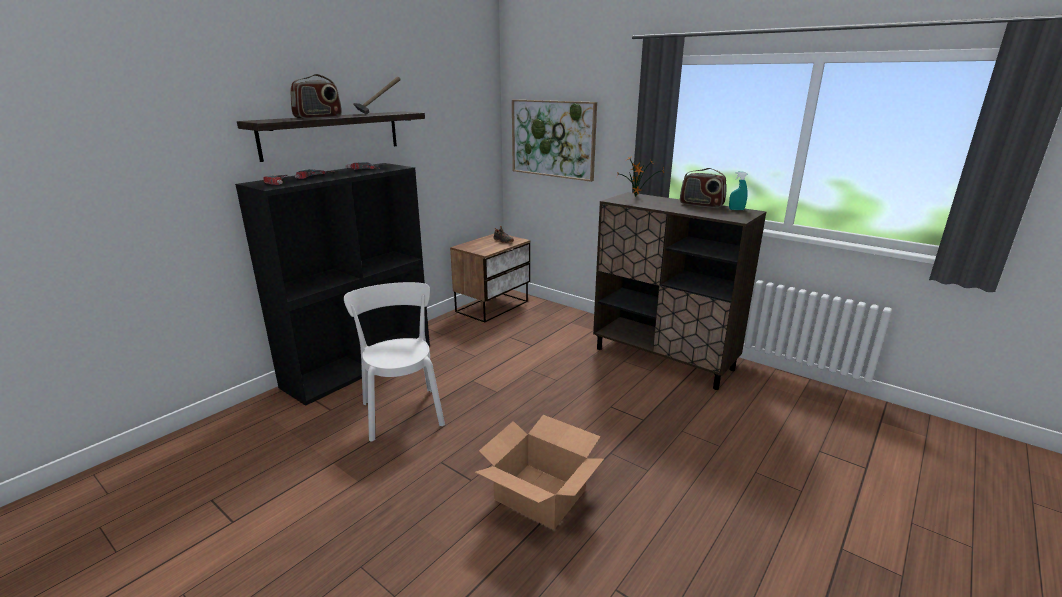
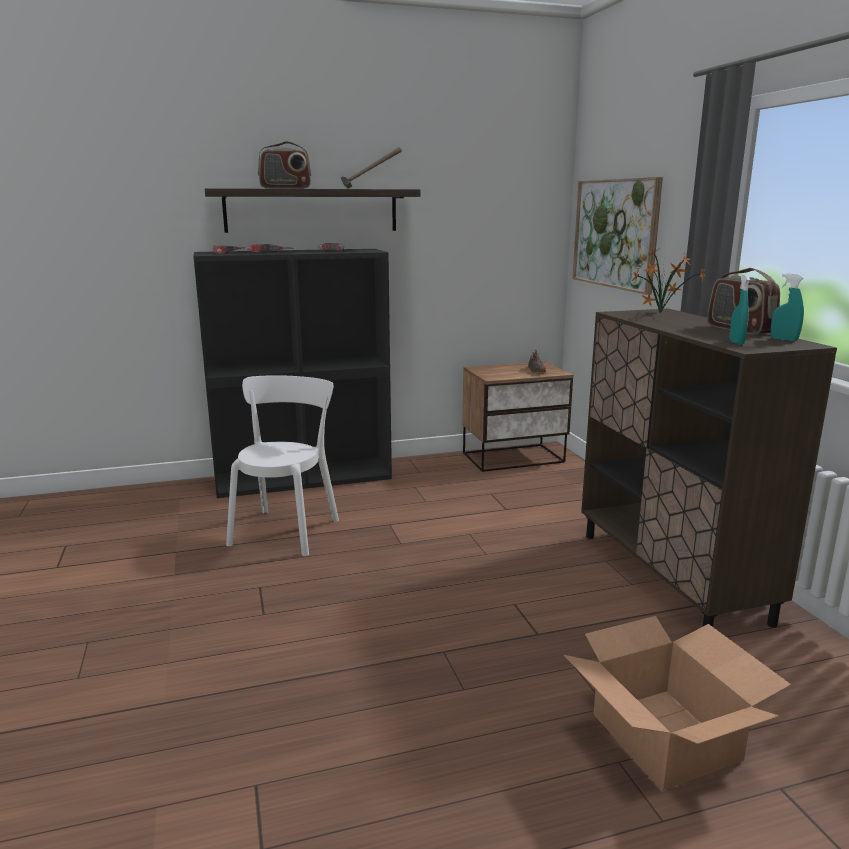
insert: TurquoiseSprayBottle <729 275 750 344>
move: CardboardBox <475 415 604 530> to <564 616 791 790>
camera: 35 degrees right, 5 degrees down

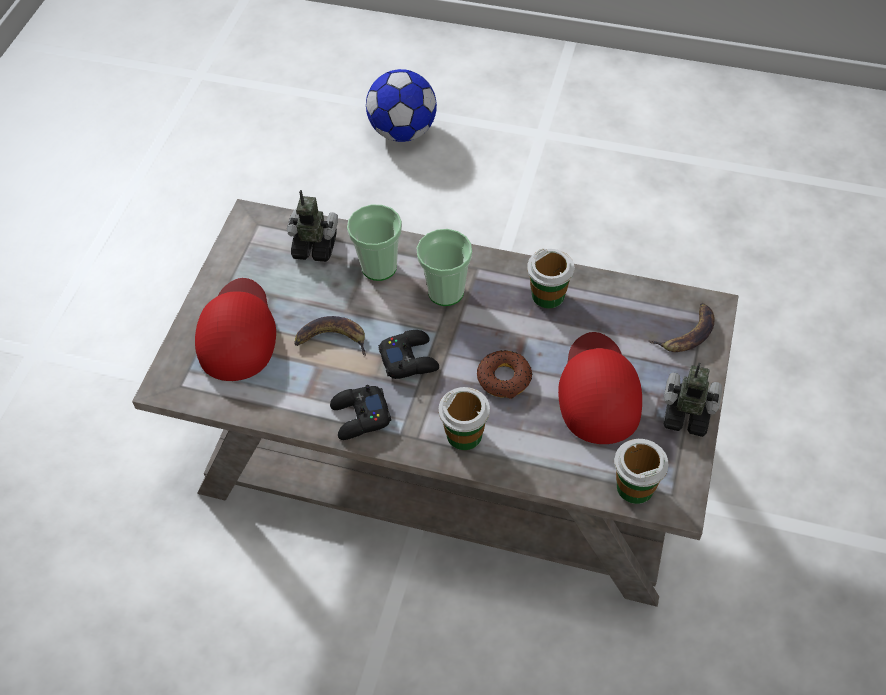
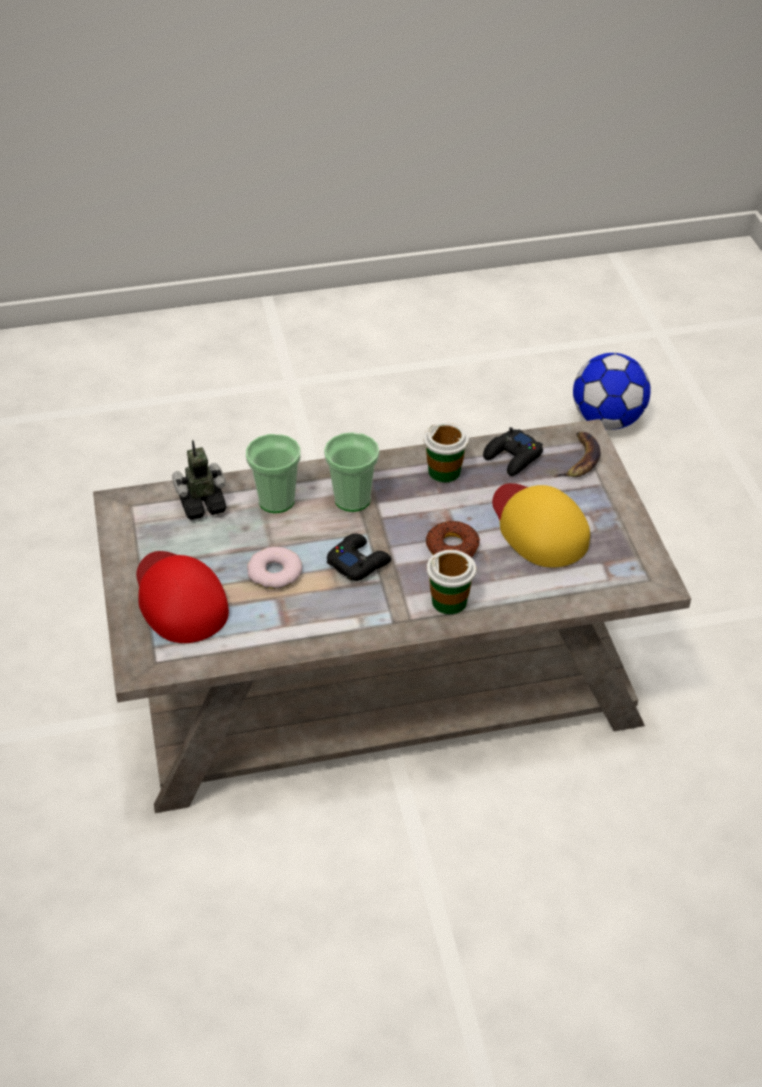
delete: Cup <614 439 668 504>; ToyRobot <663 363 722 437>
move: BlackGameController <330 385 391 440> to <483 427 543 476>; Football <366 69 437 142> to <573 353 651 430>
replace: Banana <294 316 366 356> to Donut <247 547 302 589>
recolor: RedCap <558 332 642 444> to YellowCap <492 483 590 568>
camera: 30 degrees left, 10 degrees down

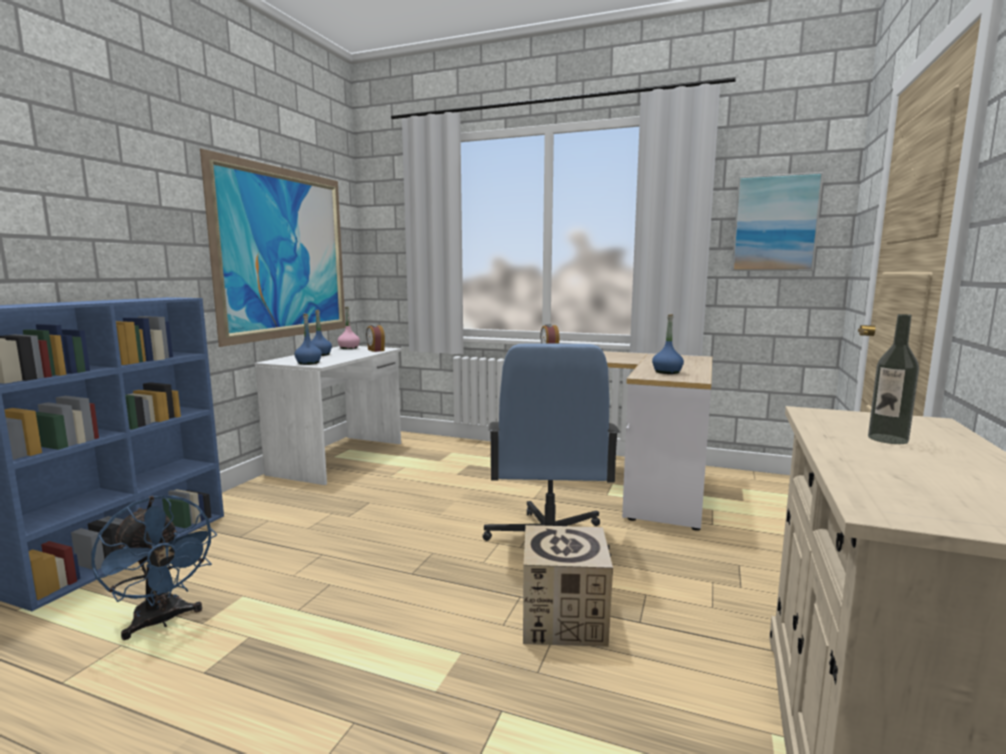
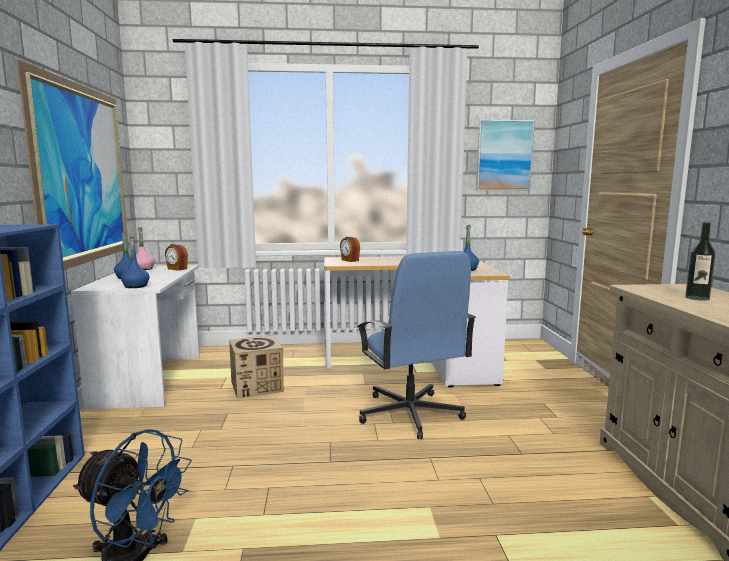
move: CardboardBox <523 525 613 647> to <229 335 284 399>
camera: 25 degrees left, 0 degrees up

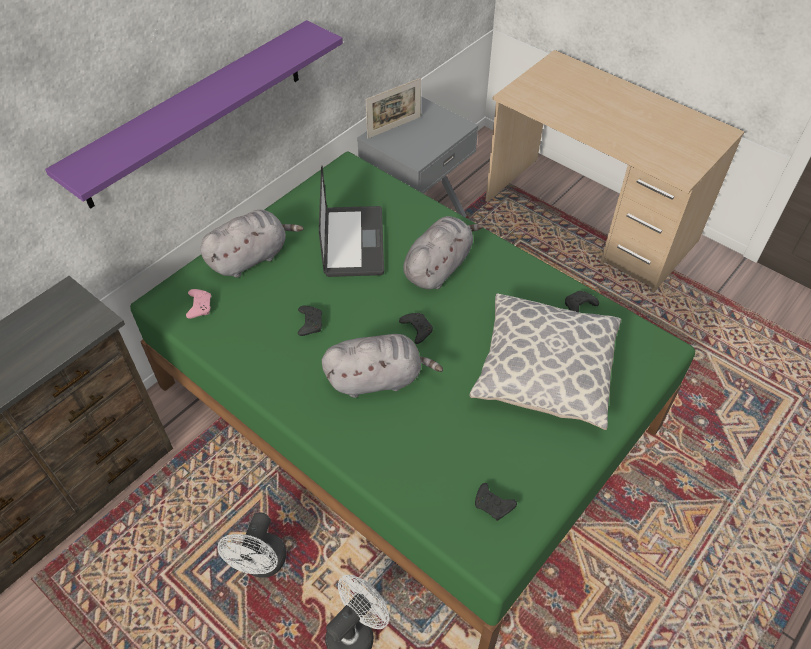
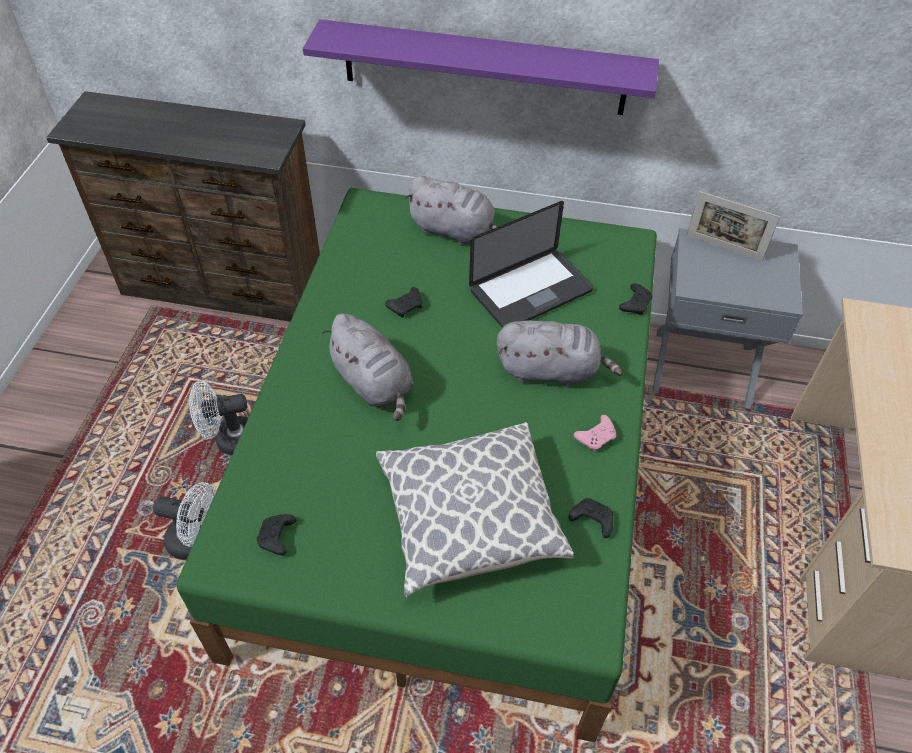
move: PinkGameController <186 289 211 319> to <574 415 616 452>; BlackGameController <399 313 433 344> to <619 283 653 315>
camera: 60 degrees right, 0 degrees up

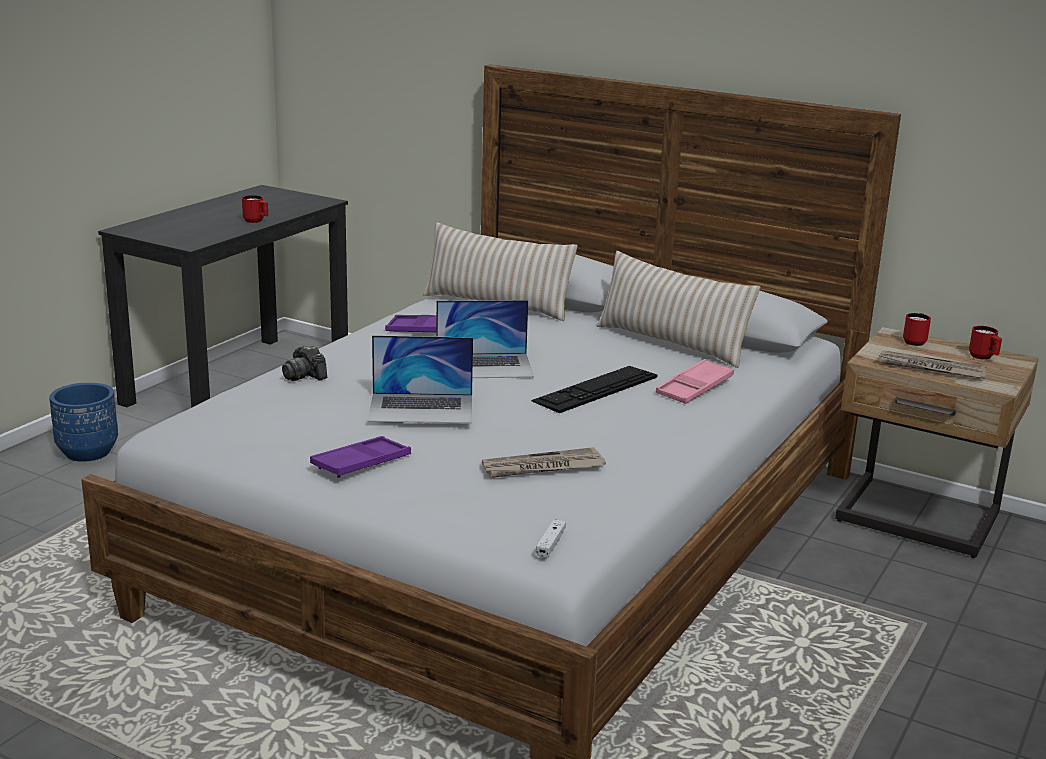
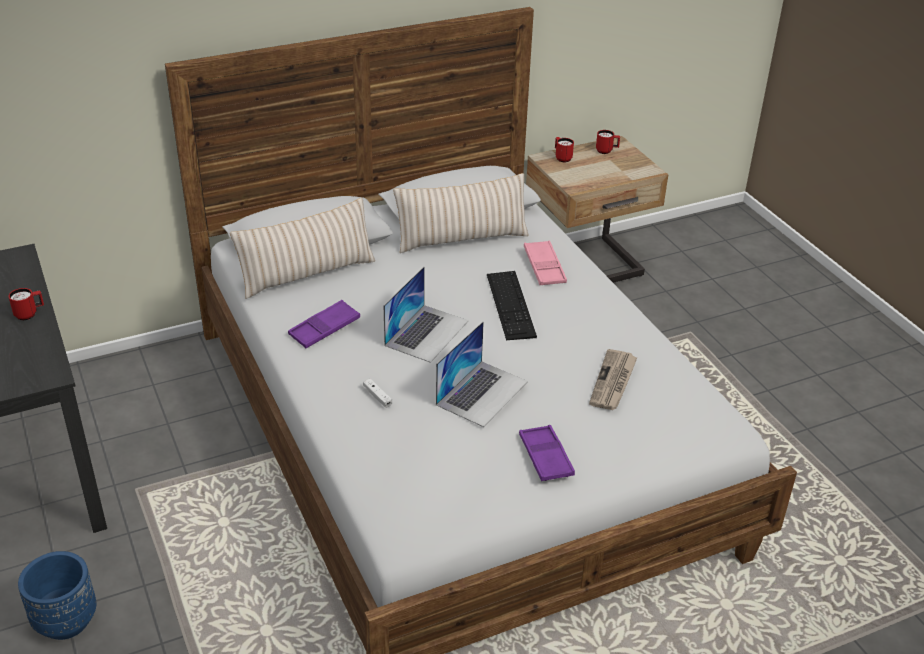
delete: PhotoCamera <282 346 327 381>; Newspaper <878 350 987 379>
move: WhiteGameController <536 519 566 558> to <363 379 392 408>
camera: 55 degrees left, 15 degrees up

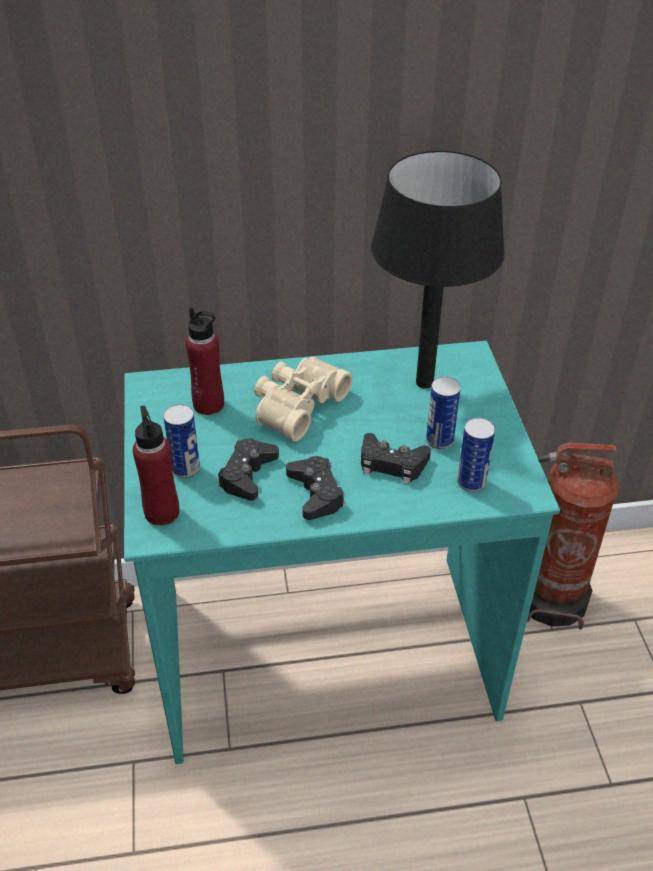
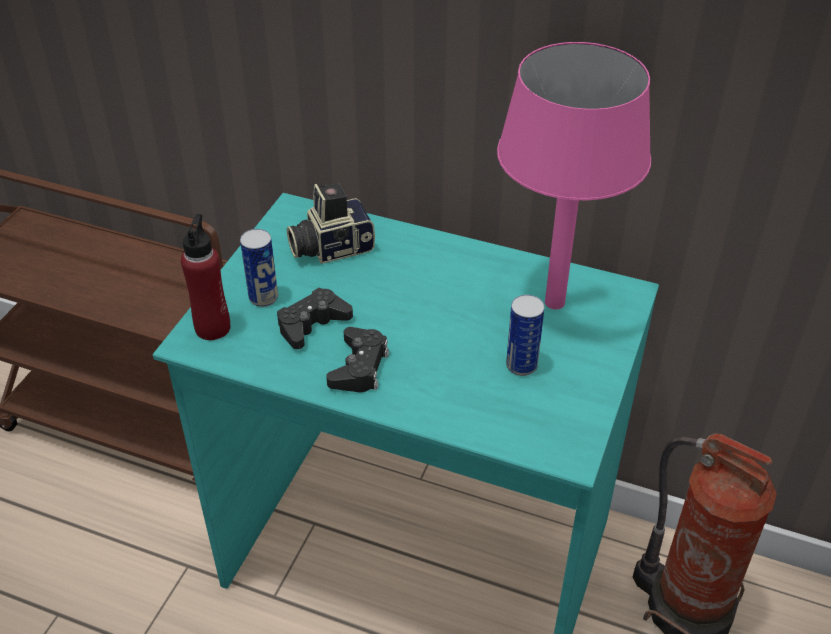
delete: BeigeBinoculars <254 356 353 441>; BlackGameController <361 433 431 484>; Can <457 418 495 492>
replace: RedBottle <186 307 224 415> to PhotoCamera <287 183 375 264>
recolor: BlackTableLamp <371 150 505 388> to PinkTableLamp <497 42 651 309>
camera: 30 degrees right, 0 degrees up

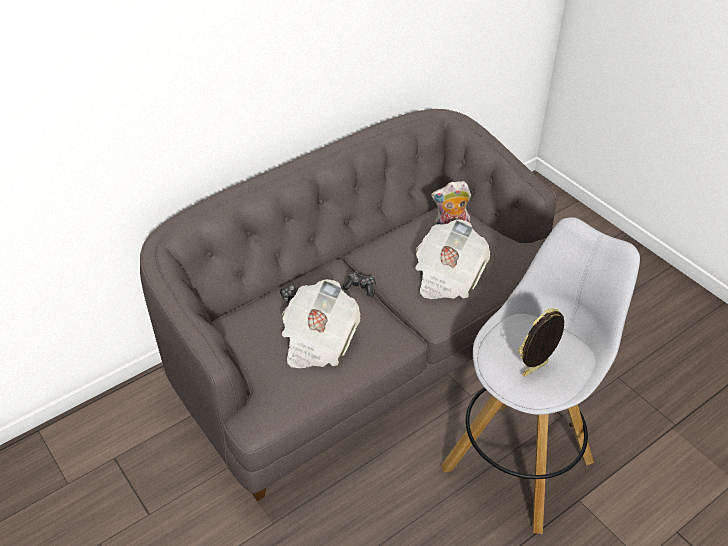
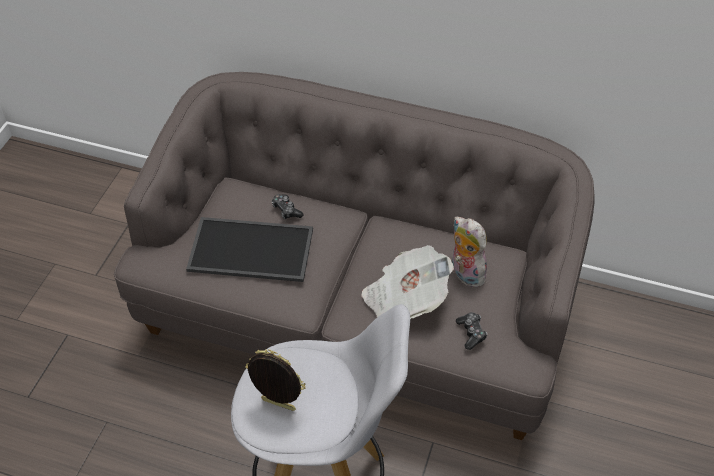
move: GameController <343 271 375 297> to <456 312 487 350>
replace: Newspaper <282 279 361 368> to Tray <186 217 313 282>
camera: 55 degrees right, 5 degrees up

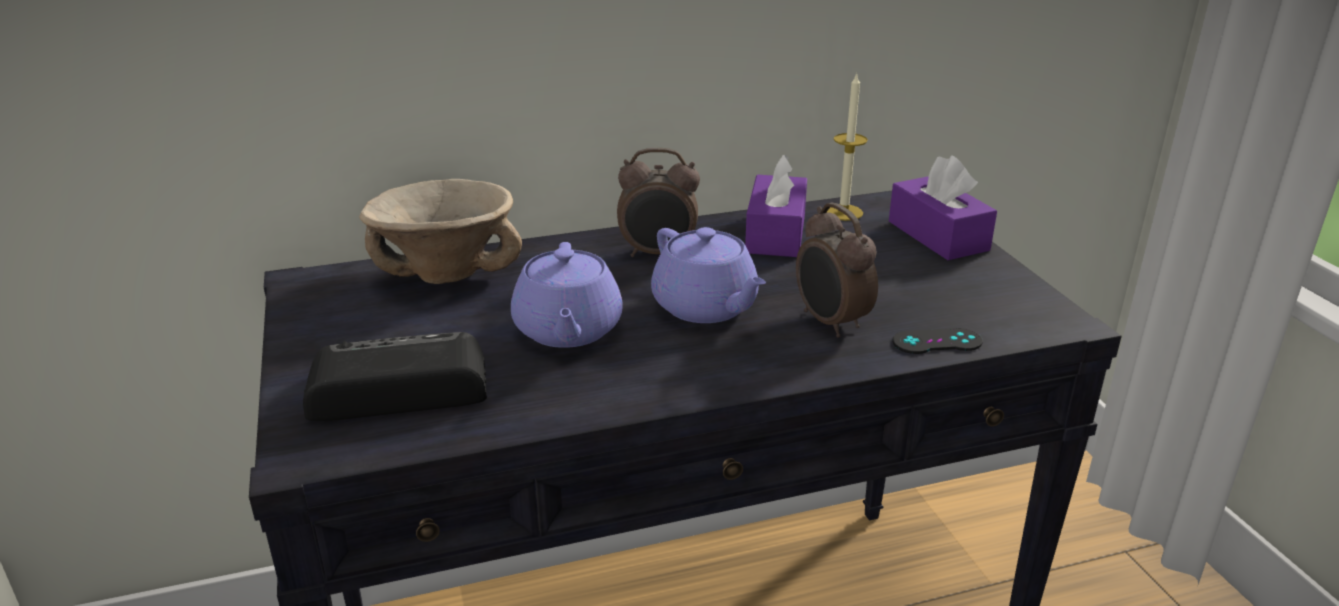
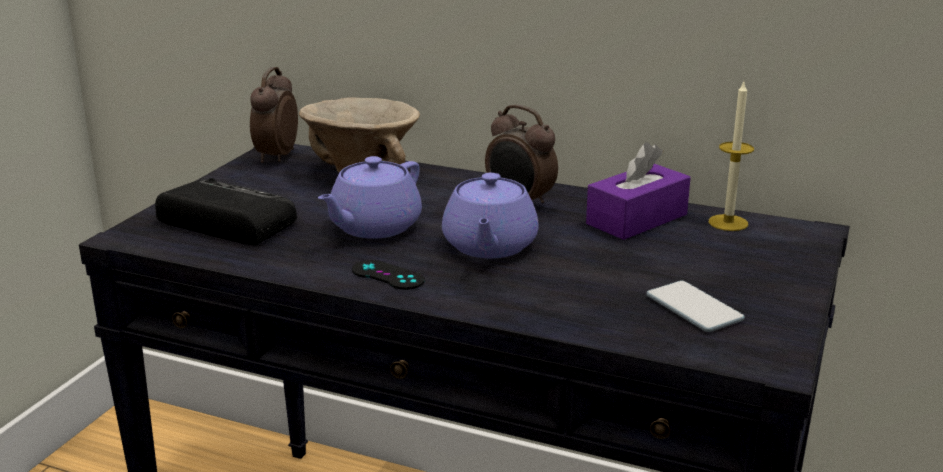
delete: PurpleTissueBox <889 156 997 260>
insert: Phone <646 281 745 332>
move: AlarmClock <796 203 878 338> to <250 67 298 163>; BlackGameController <892 328 983 354> to <352 260 425 290>
camera: 40 degrees right, 5 degrees down

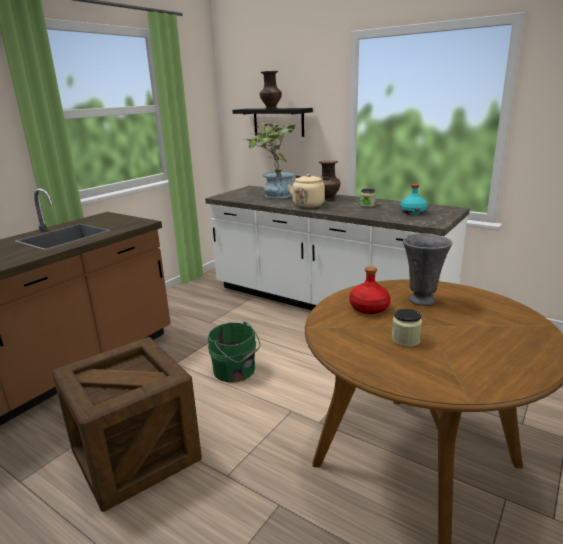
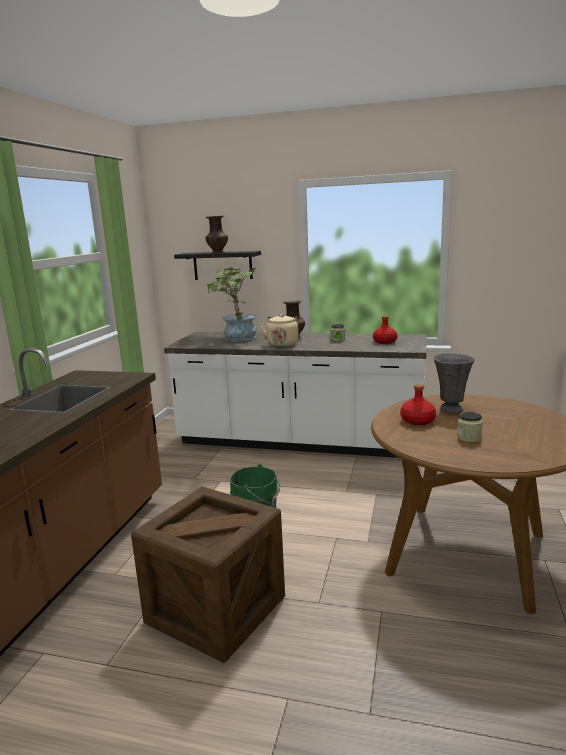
recolor: TurquoiseBottle <400 184 428 215> to RedBottle <373 316 398 344>
camera: 20 degrees left, 5 degrees down

